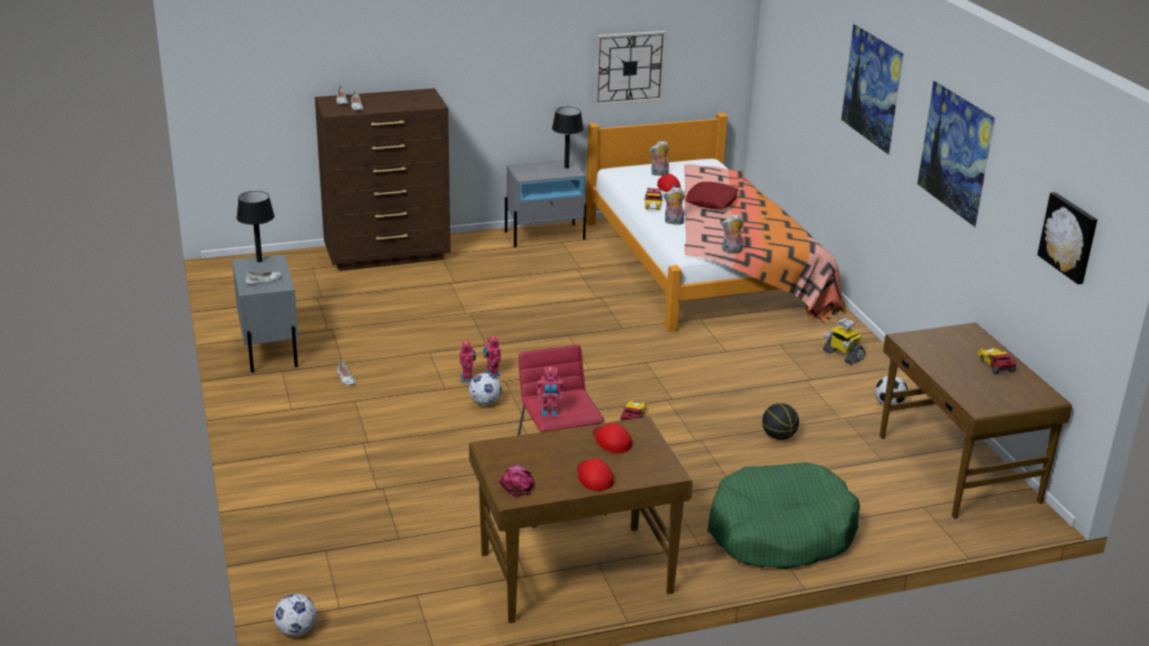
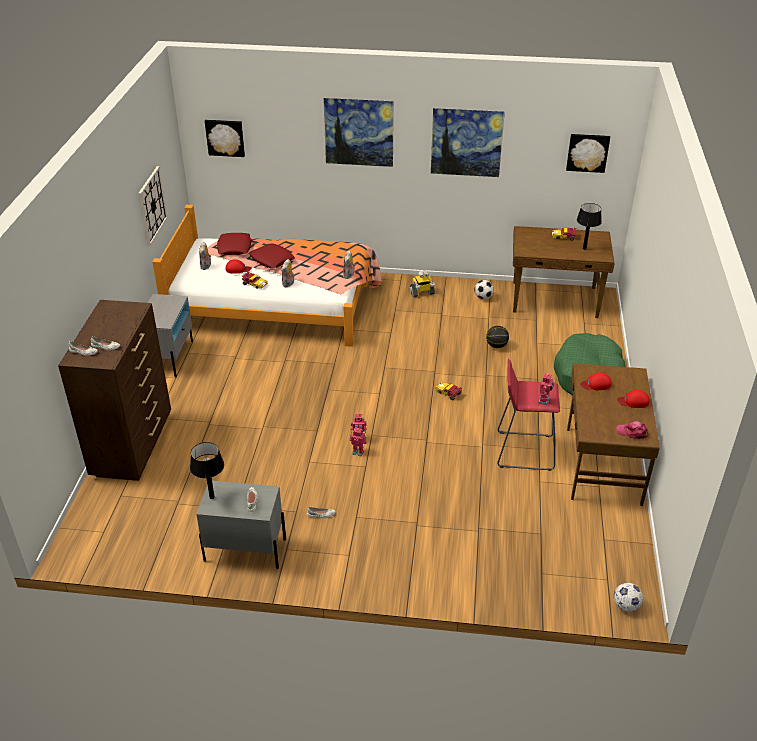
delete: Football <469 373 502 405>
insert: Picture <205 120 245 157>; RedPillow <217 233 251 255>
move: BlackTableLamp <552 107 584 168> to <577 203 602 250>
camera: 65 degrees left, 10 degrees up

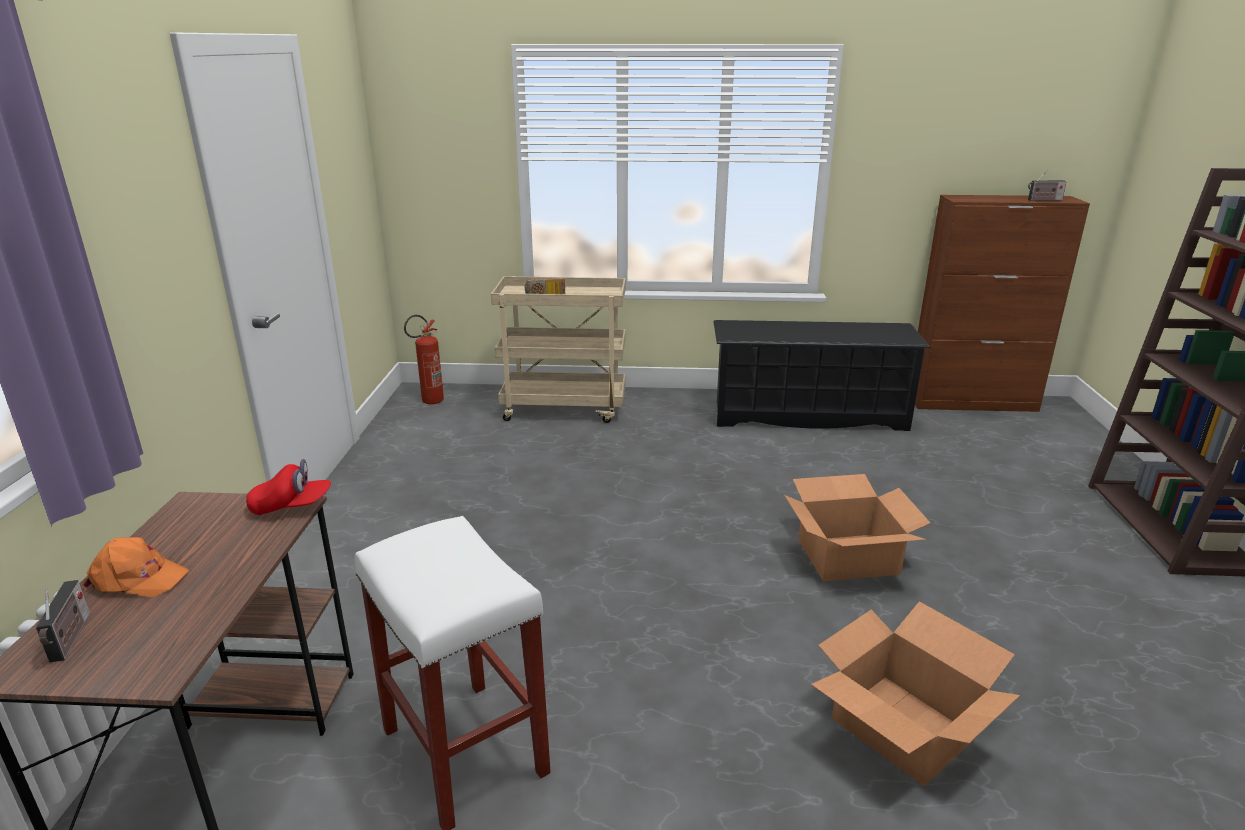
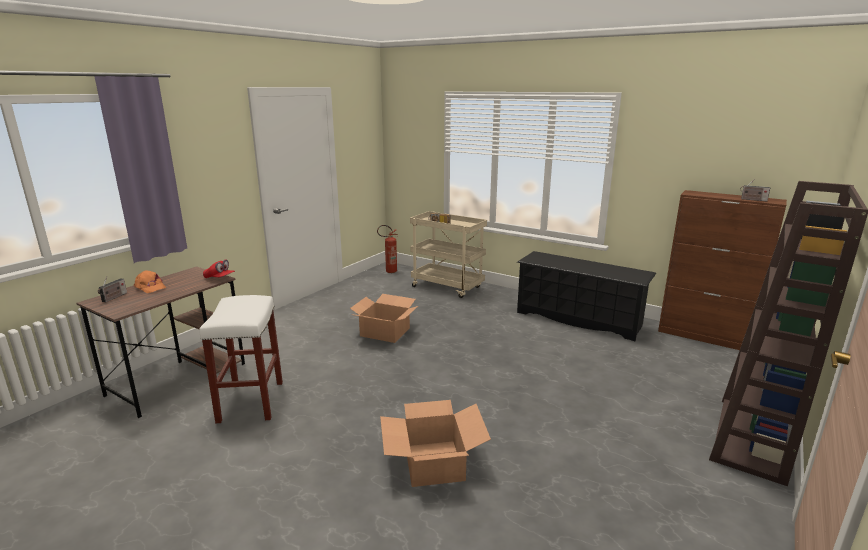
move: CardboardBox <784 474 930 582> to <350 294 418 343>
camera: 30 degrees right, 5 degrees down

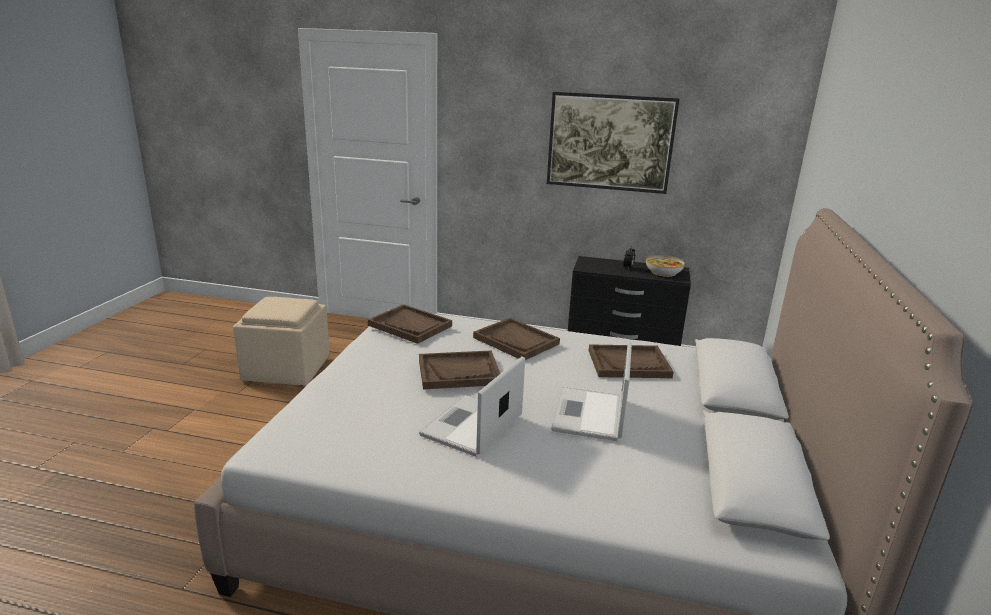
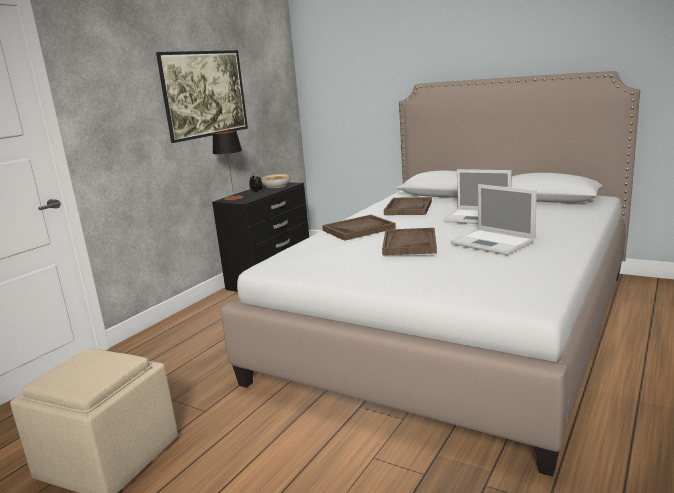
delete: BrownTray <368 304 452 344>
insert: TableLamp <213 131 244 200>
camera: 70 degrees left, 5 degrees down

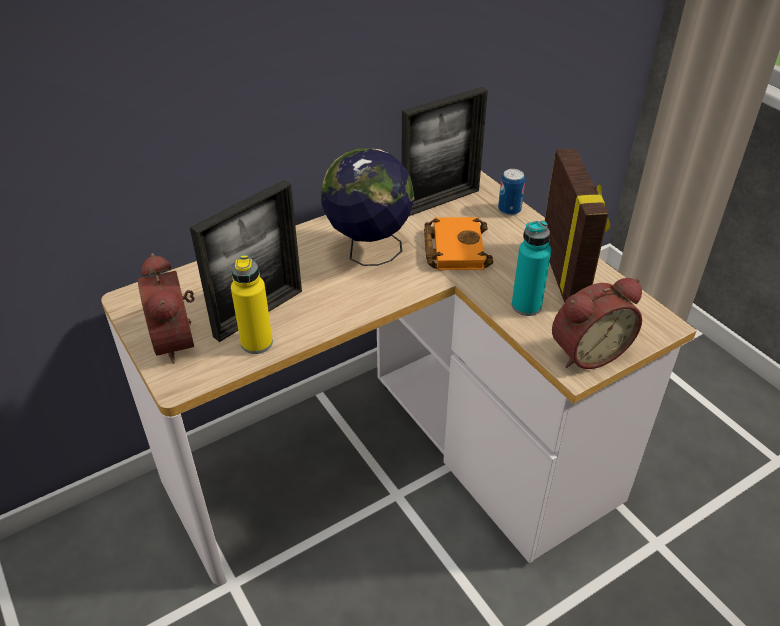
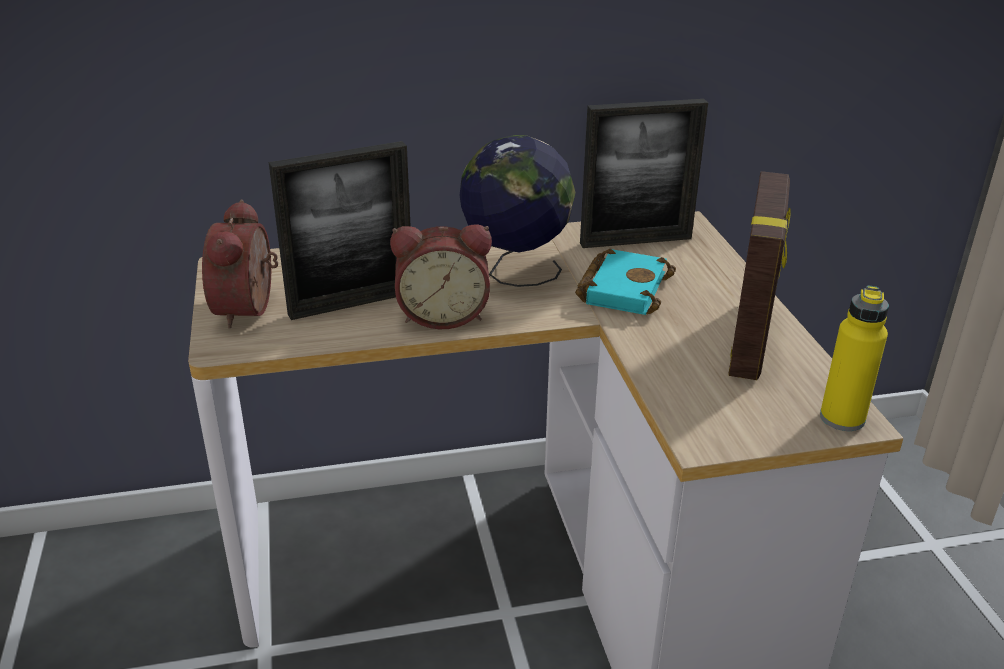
delete: Can <498 169 525 216>; TurquoiseBottle <512 220 551 316>
move: YellowBottle <231 255 273 354> to <820 286 889 431>; AlarmClock <552 278 642 369> to <390 224 492 329>
recolor: OrangeBook <424 217 493 270> to TurquoiseBook <575 249 676 315>
camera: 20 degrees right, 10 degrees down

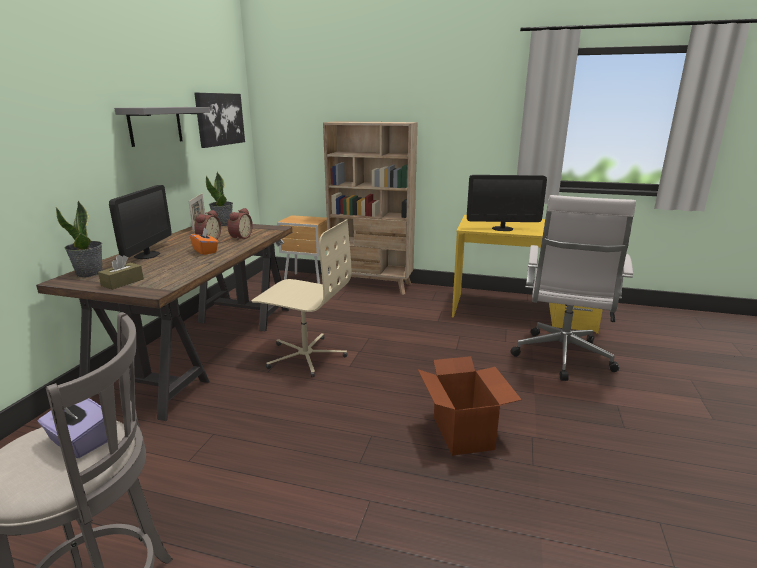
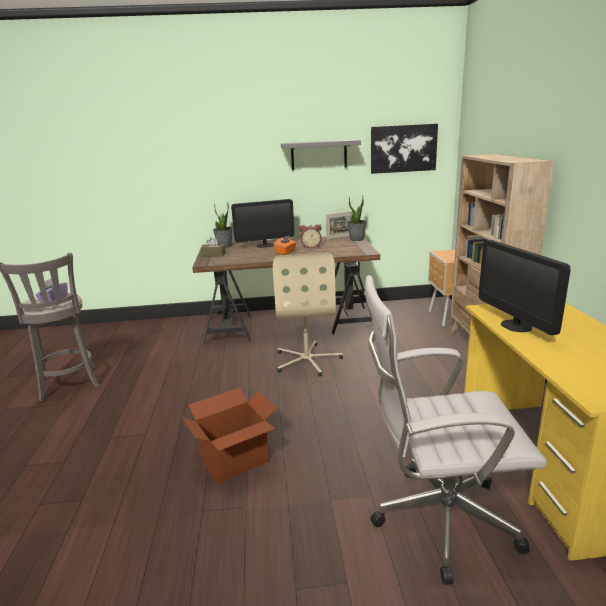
delete: AlarmClock <228 208 253 241>
camera: 70 degrees right, 0 degrees up

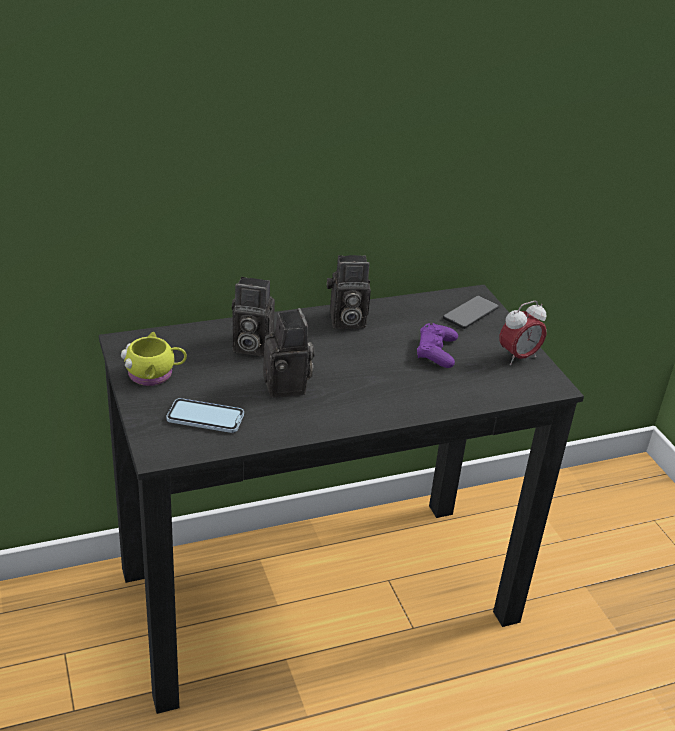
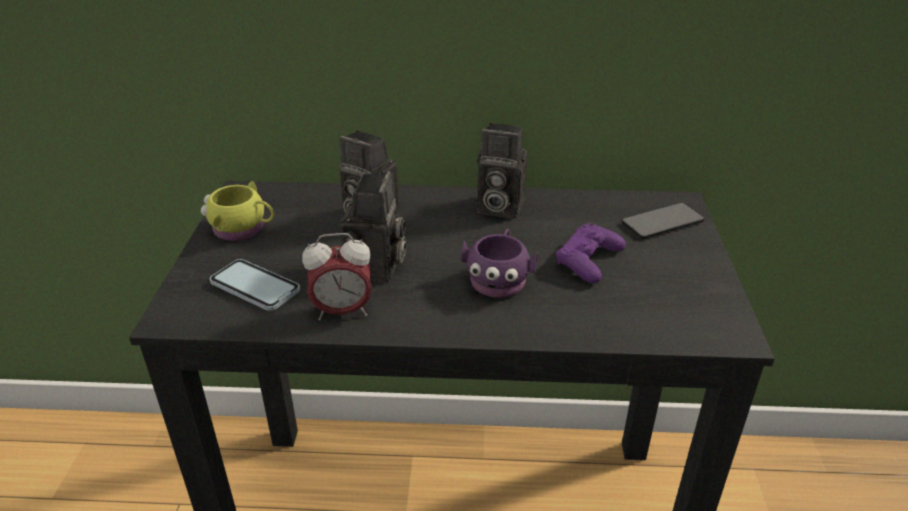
insert: PurpleMug <461 229 538 298>
move: AlarmClock <499 301 547 365> to <302 233 372 320>
camera: 25 degrees right, 0 degrees up

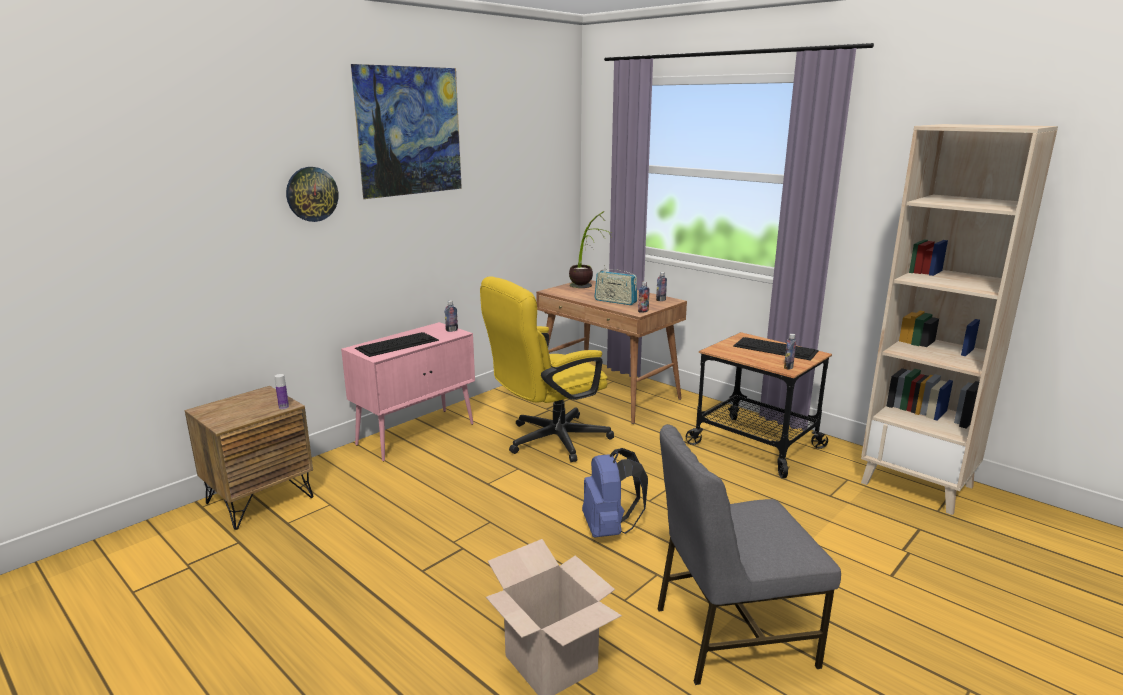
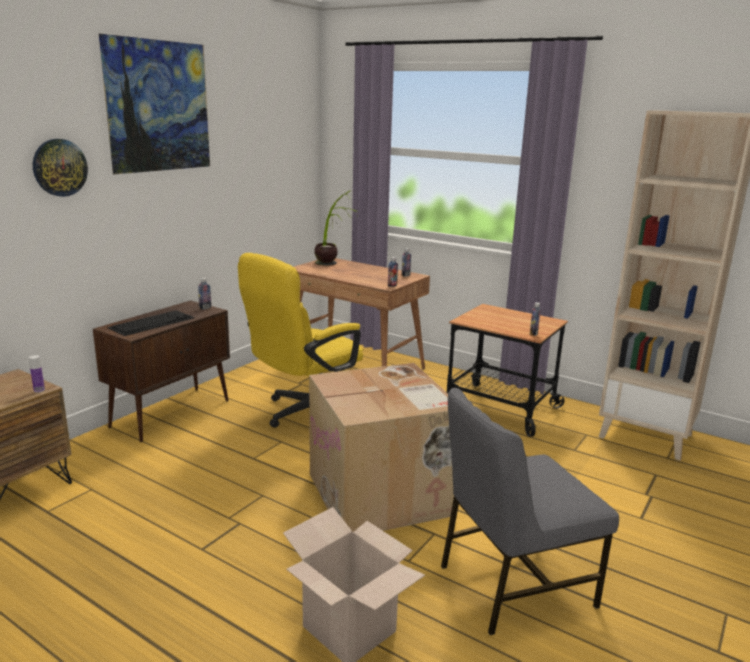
delete: Radio <595 265 637 305>; Keyboard <733 337 819 361>
replace: BlueBackpack <582 448 648 538> to CardboardBox <309 363 454 532>
recolor: PinkCabinet <341 322 475 461> to BrownCabinet <93 300 230 442>
camera: 10 degrees left, 0 degrees up

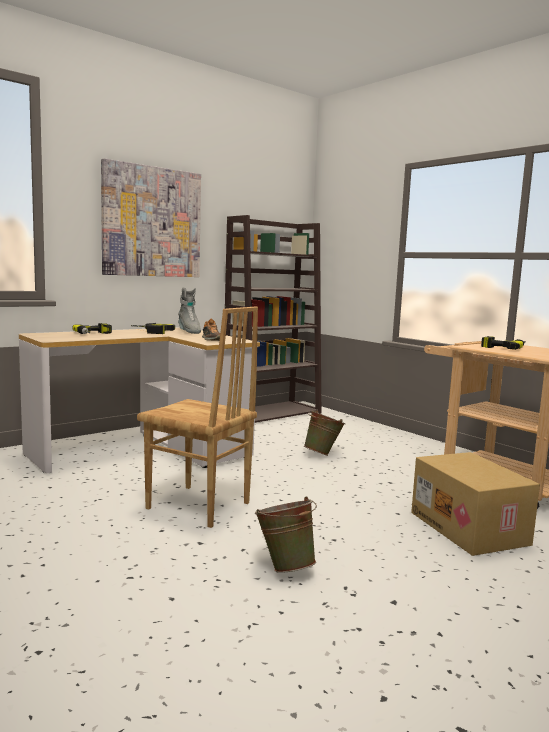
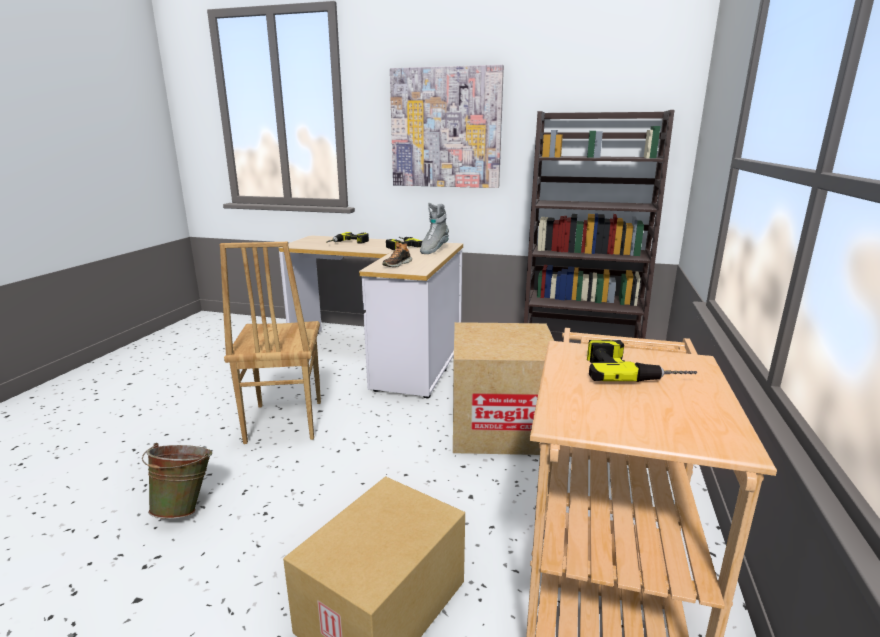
replace: GreenBucket <304 410 345 456> to CardboardBox <453 322 554 455>
camera: 55 degrees right, 10 degrees up

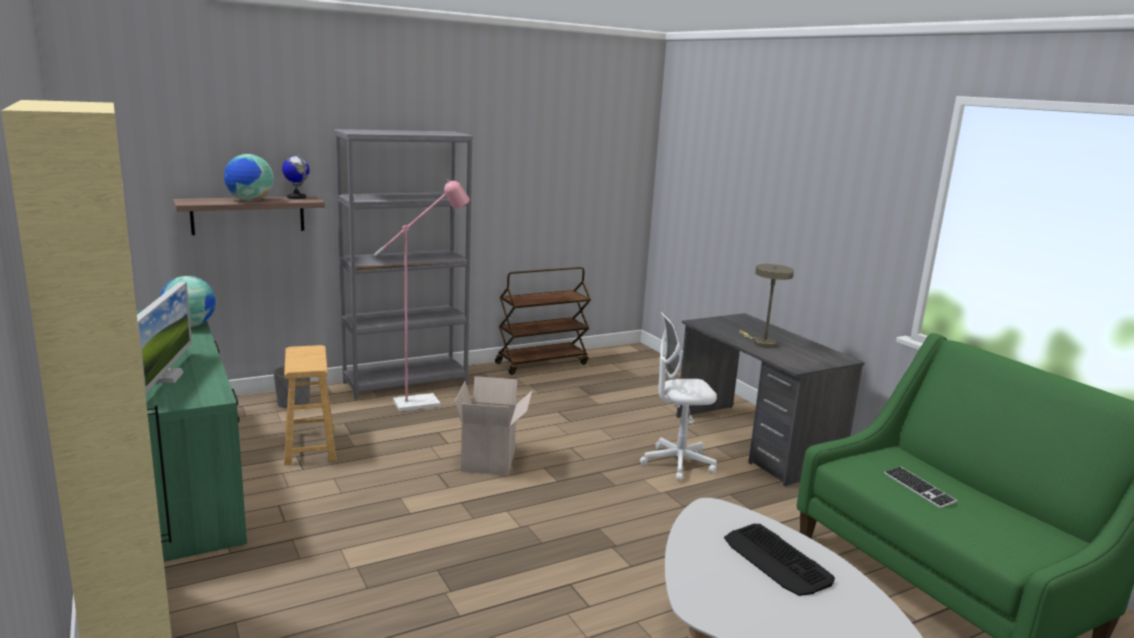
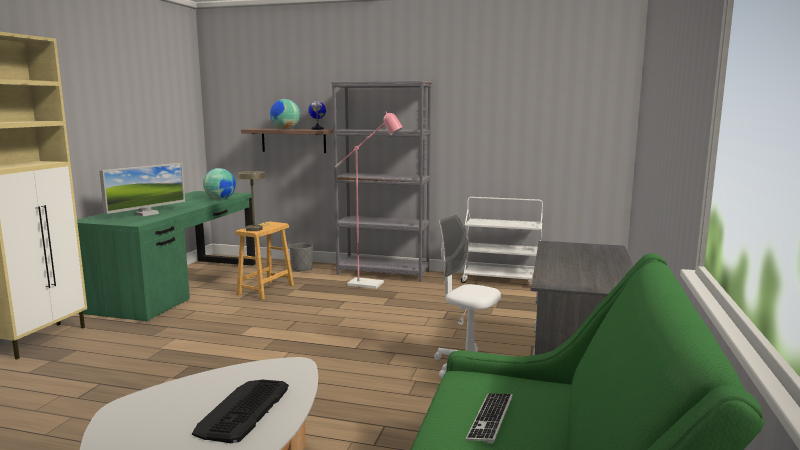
delete: CardboardBox <455 376 532 476>
move: BeigeTableLamp <739 264 794 348> to <237 171 271 231>
recolor: BrownCart <495 267 591 375> to WhiteCart <461 197 543 284>
camera: 45 degrees right, 5 degrees down

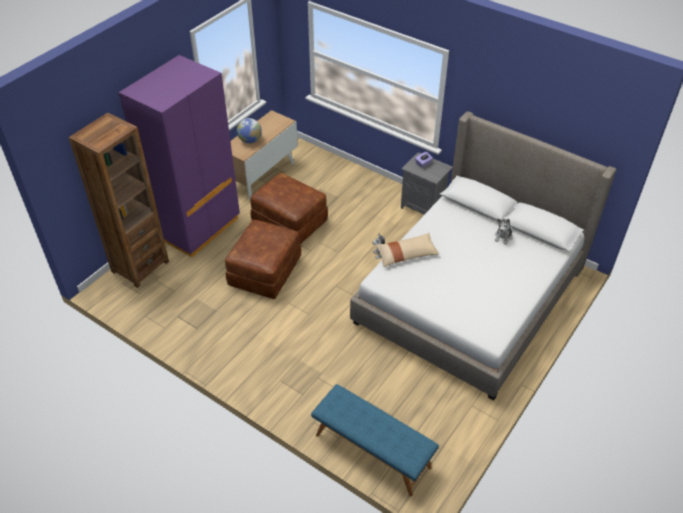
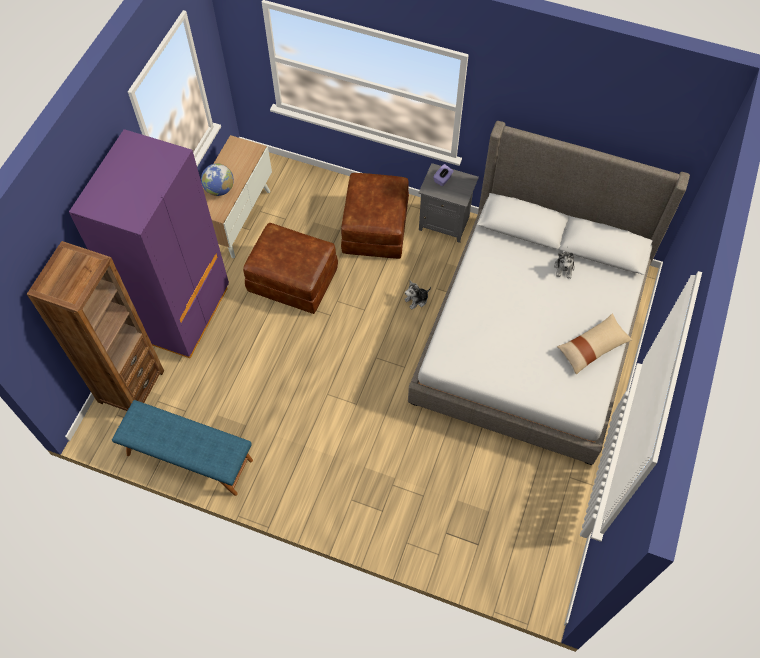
move: BrownOttoman <225 220 301 299> to <341 173 409 259>; BlueBench <311 384 439 496> to <112 400 253 496>; BeigePillow <375 233 439 267> to <557 314 632 375>
camera: 15 degrees left, 15 degrees up

